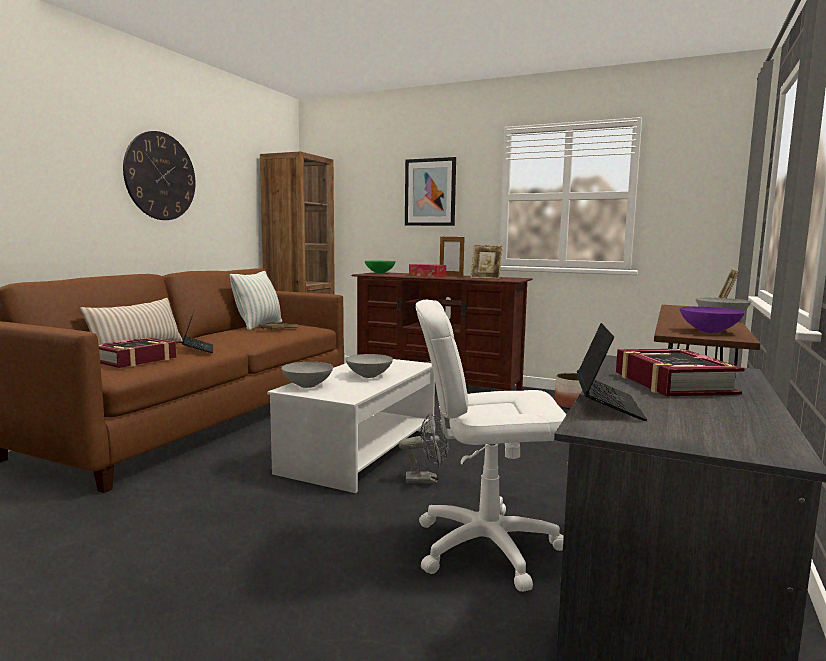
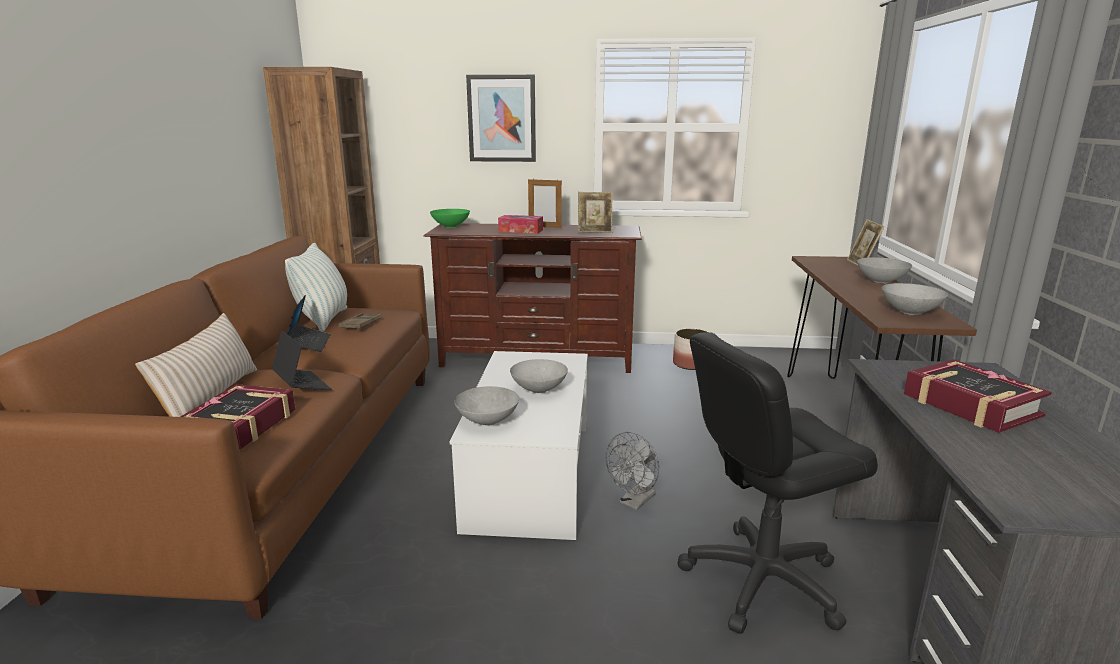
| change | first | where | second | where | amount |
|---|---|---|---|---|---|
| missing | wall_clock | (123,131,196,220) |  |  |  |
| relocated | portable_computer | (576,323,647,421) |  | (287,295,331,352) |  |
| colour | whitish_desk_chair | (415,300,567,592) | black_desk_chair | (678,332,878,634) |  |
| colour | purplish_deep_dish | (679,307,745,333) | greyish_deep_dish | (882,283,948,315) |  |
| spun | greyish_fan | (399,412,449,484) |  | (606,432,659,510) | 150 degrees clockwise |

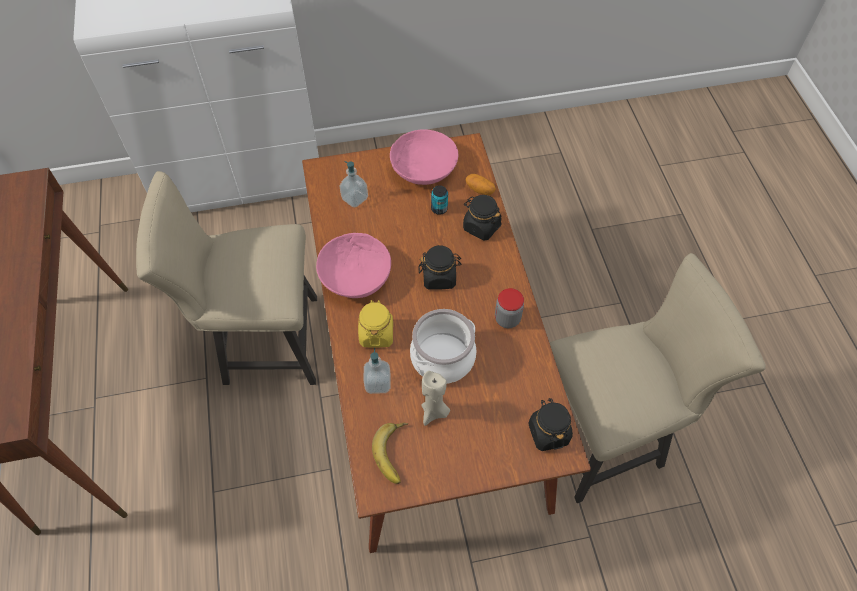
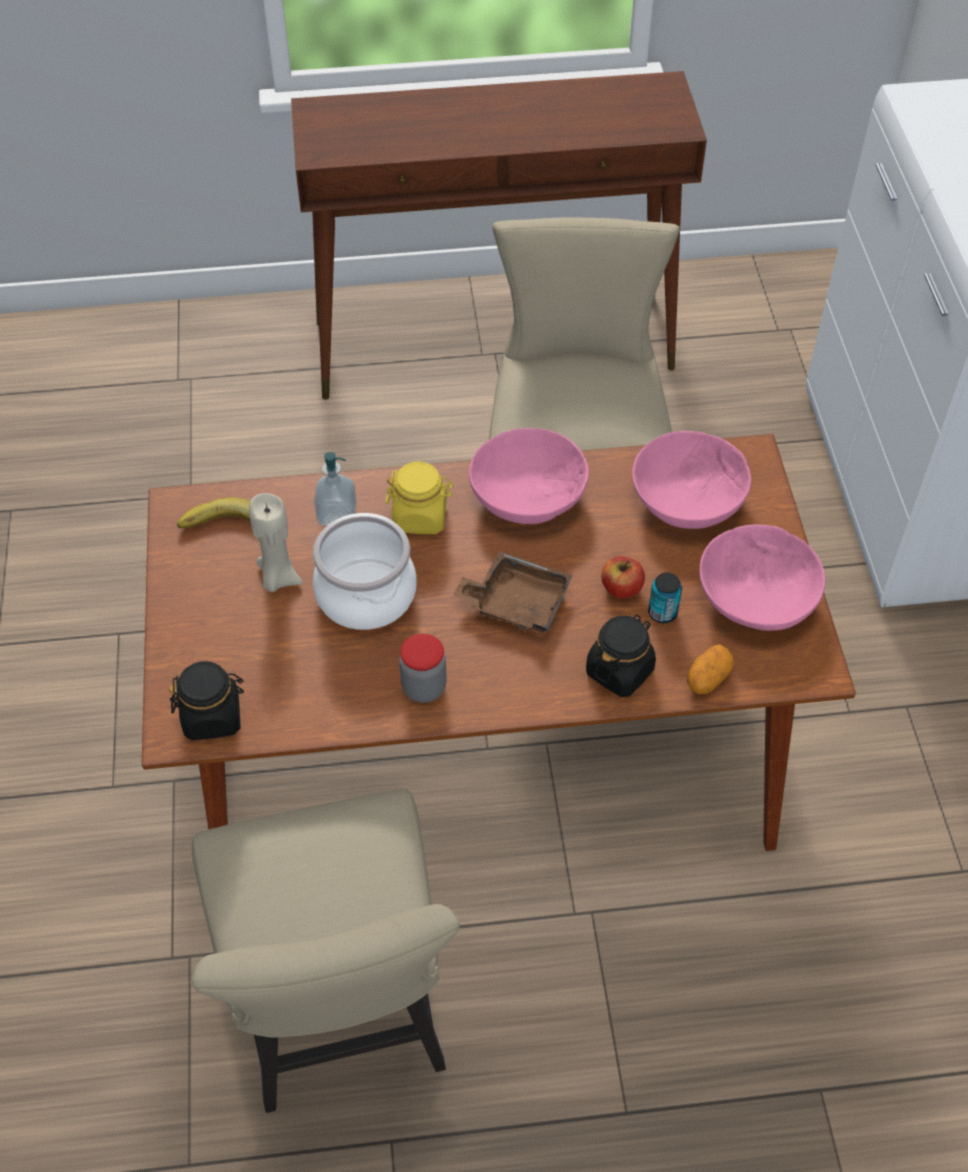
| change | first | where | second | where | amount |
|---|---|---|---|---|---|
| appeared |  |  | apple | (601,556,645,599) |  |
| exchanged | liquid_soap_bottle | (339,161,368,208) | pink_deep_dish | (632,431,751,529) |  |
| exchanged | black_preserve_jar | (418,245,462,290) | brownish_tray | (453,551,573,633) |  |

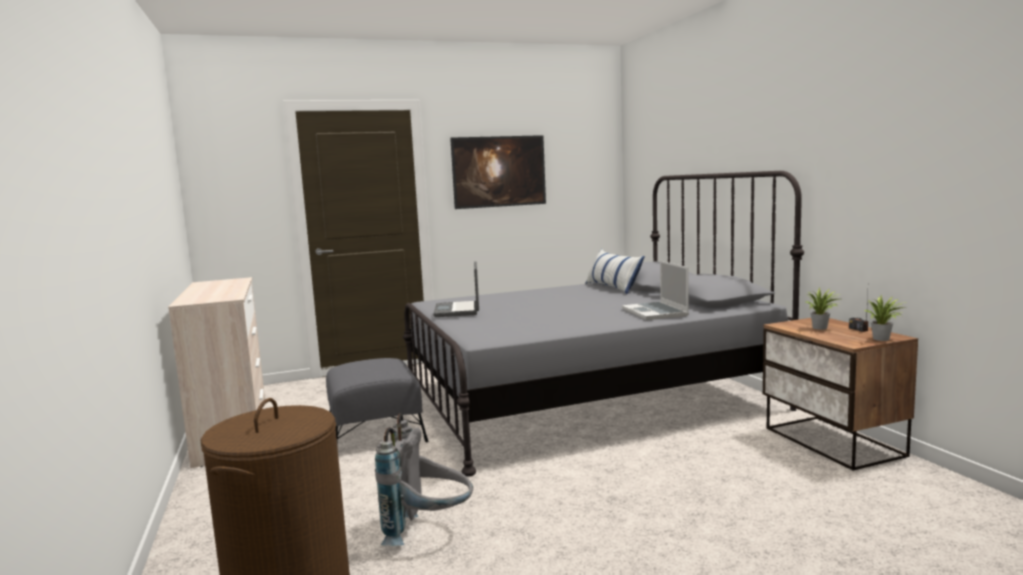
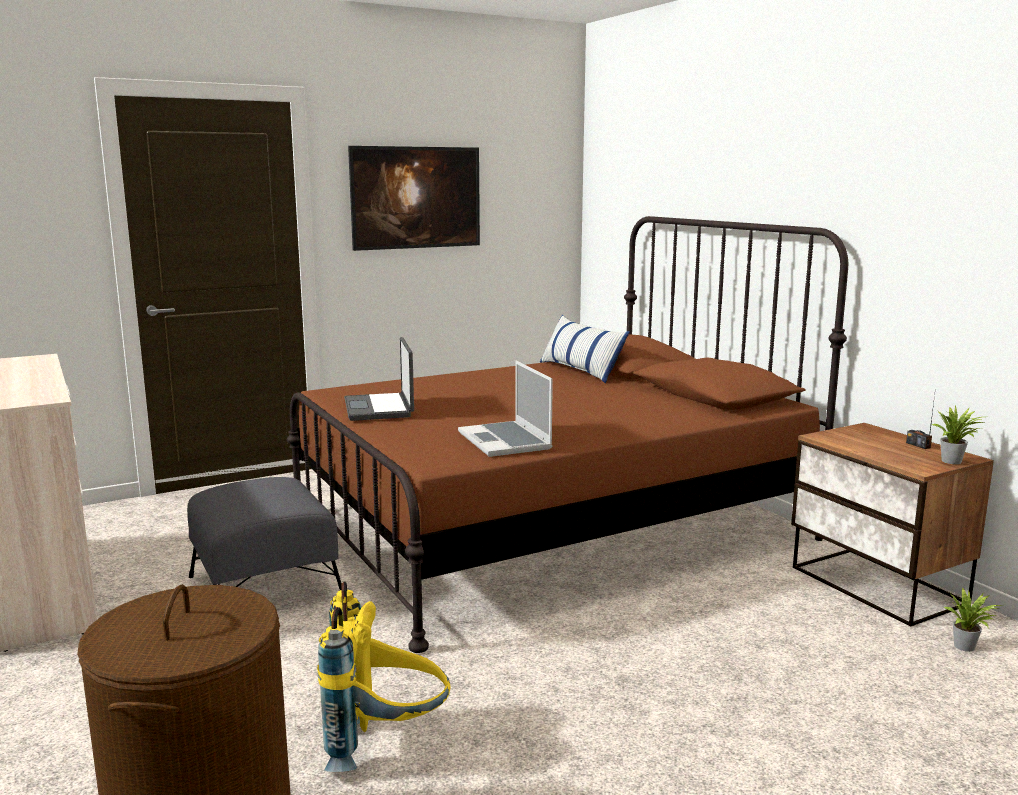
| change | first | where | second | where | amount |
|---|---|---|---|---|---|
| relocated | portable_computer | (622,260,689,320) |  | (458,360,553,457) |  |
| relocated | plant_in_a_pot | (806,287,839,330) |  | (944,587,1003,652) |  |
| colour | greyish_knapsack | (375,413,473,546) | yellowish_knapsack | (317,581,451,772) |  |
| colour | greyish_sleeping_bed | (403,171,804,476) | brownish_sleeping_bed | (287,216,848,653) |  |

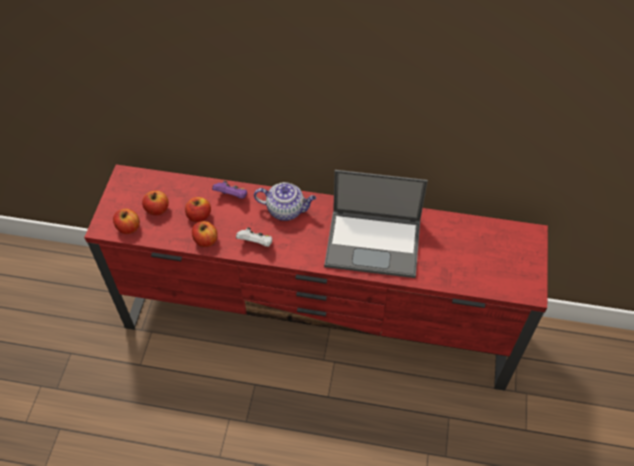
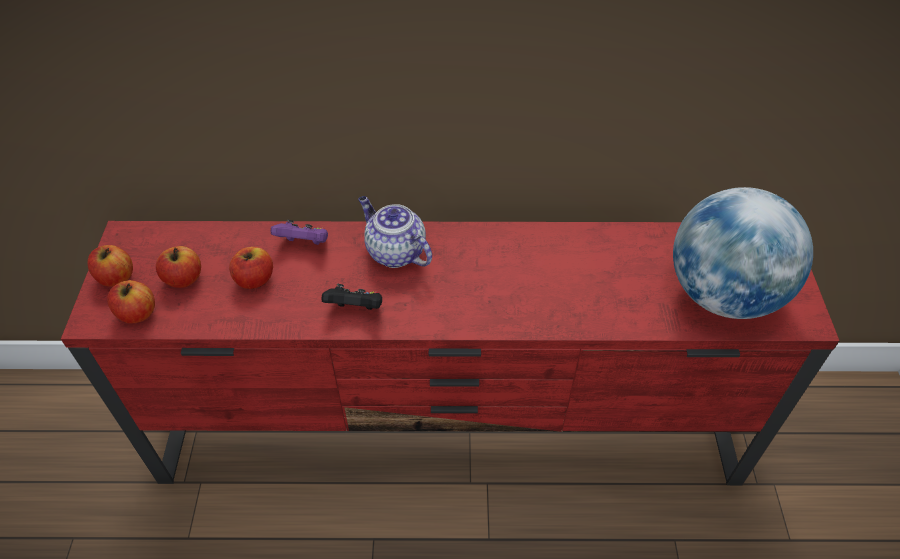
| change | first | where | second | where | amount |
|---|---|---|---|---|---|
| missing | portable_computer | (324,170,428,278) |  |  |  |
| appeared |  |  | desk_globe | (673,187,813,319) |  |
| relocated | apple | (192,221,218,247) |  | (87,245,133,287) |  |
| colour | whitish_joypad | (236,227,272,247) | black_joypad | (322,284,382,310) |  |
| spun | tea_pot | (254,182,316,221) |  | (358,196,432,268) | 135 degrees counterclockwise |

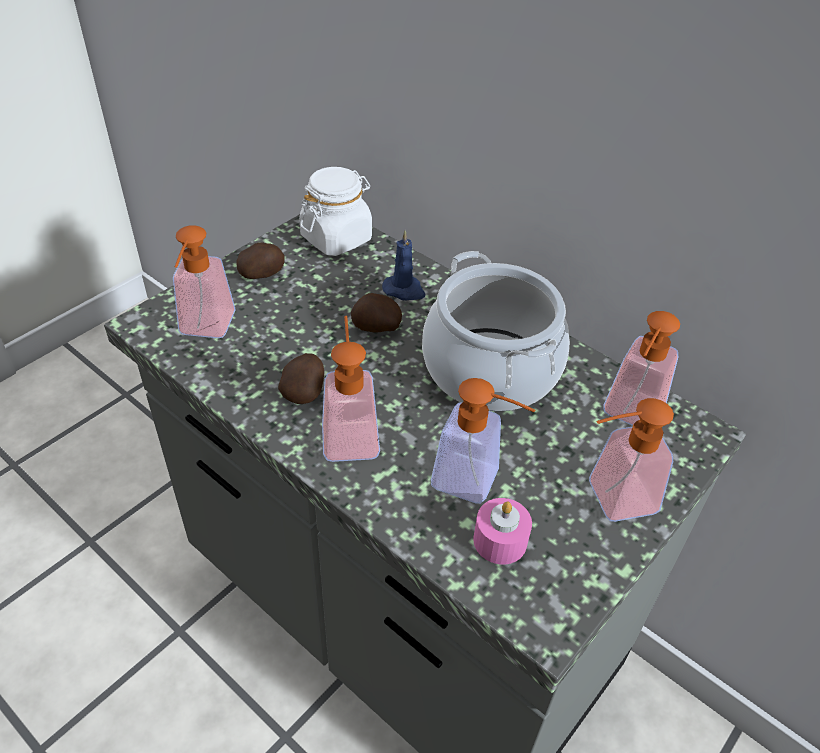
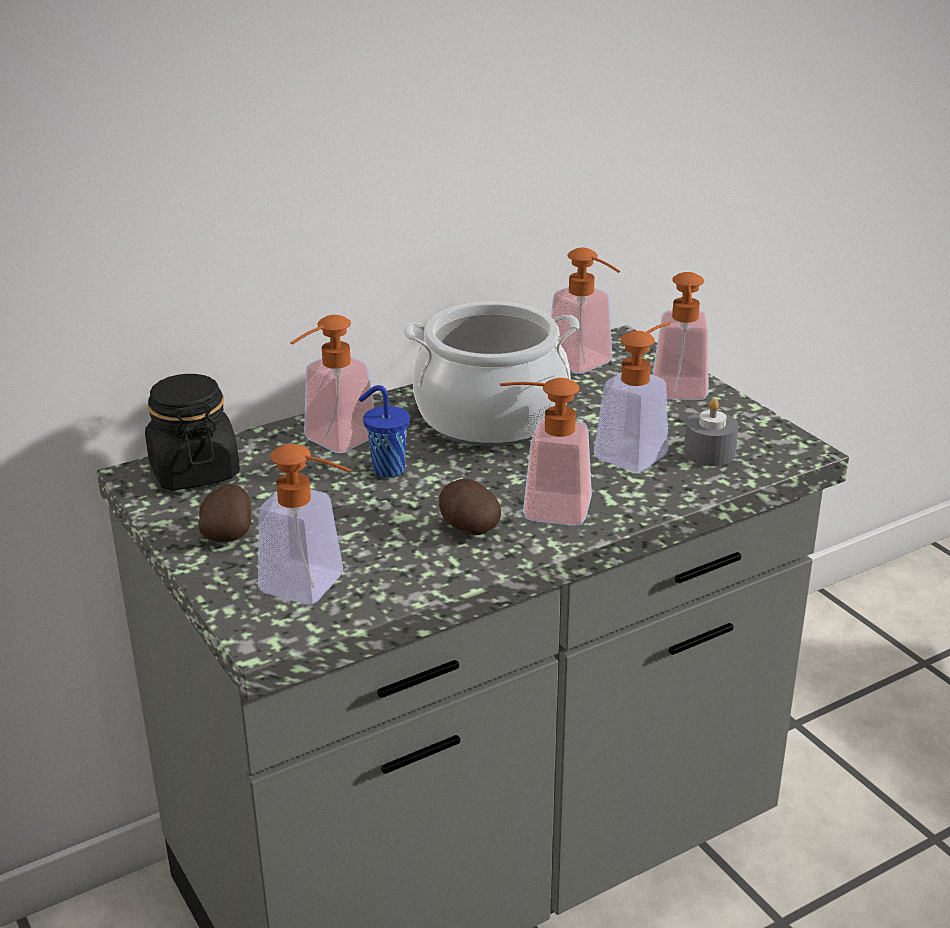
| change | first | where | second | where | amount |
|---|---|---|---|---|---|
| exchanged | potato | (351,293,402,333) | blue-coloured_small_cup | (359,385,410,478) |  |
| exchanged | blue-coloured_wax_candle | (382,230,425,300) | liquid_soap_bottle | (290,315,374,453) |  |
| colour | whitish_preserve_jar | (299,167,372,256) | black_preserve_jar | (145,374,240,491) |  |
| colour | pink_wax_candle | (473,498,532,564) | greyish_wax_candle | (684,398,739,466) |  |

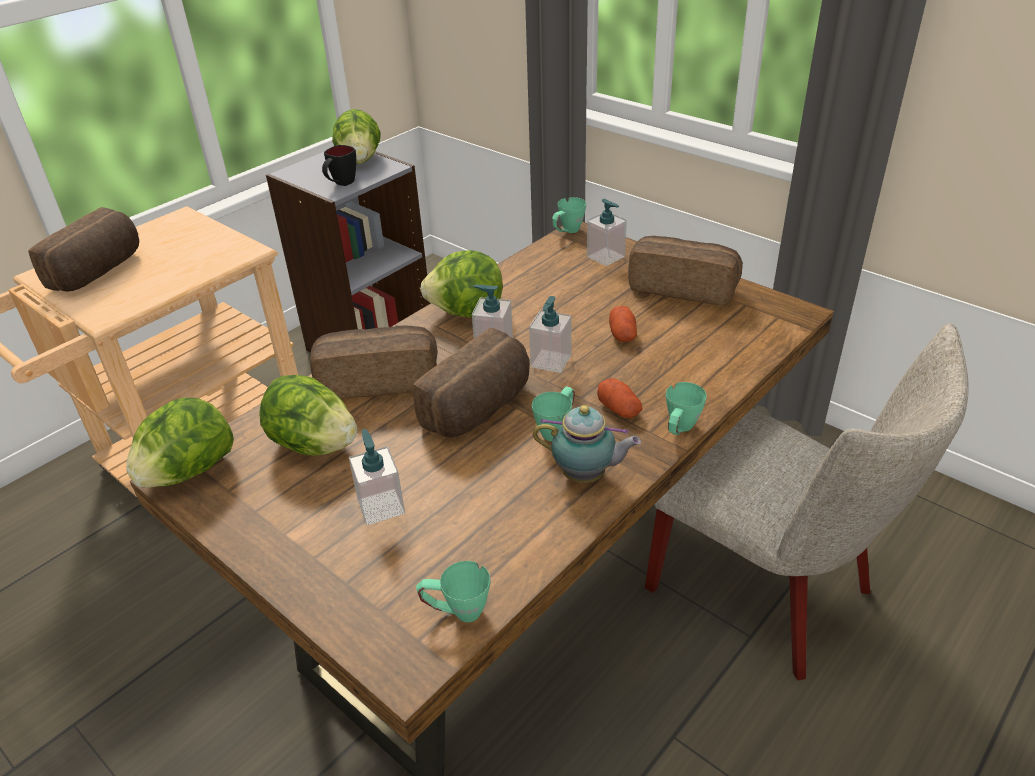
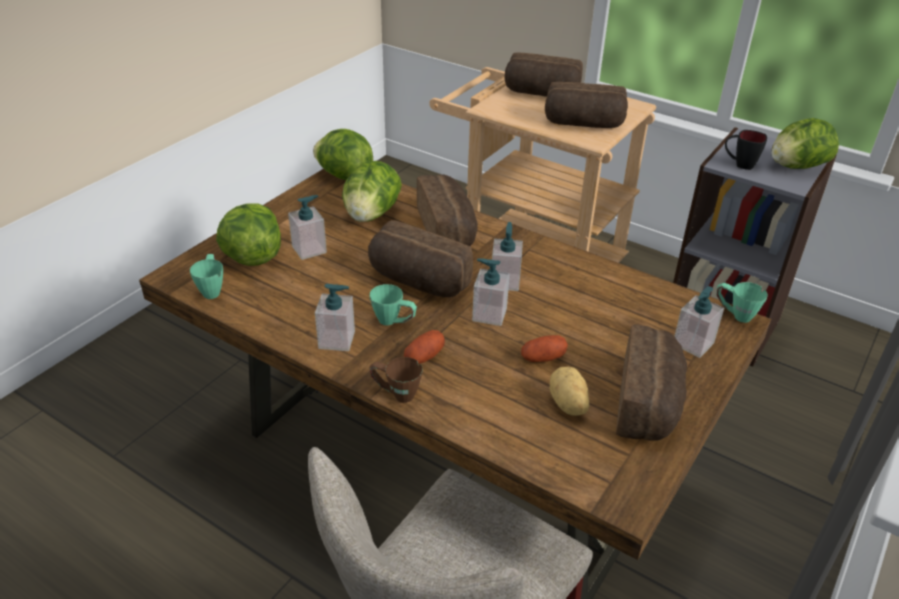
| change | first | where | second | where | amount |
|---|---|---|---|---|---|
| appeared |  |  | baked_bread | (545,82,628,128) |  |
| appeared |  |  | potato | (549,366,589,416) |  |
| relocated | lettuce | (420,250,503,318) |  | (216,203,281,266) |  |
| exchanged | tea_pot | (533,405,641,483) | liquid_soap_bottle | (315,284,355,351) |  |
| colour | greenish_tea_mug | (666,382,707,435) | brownish_tea_mug | (370,357,423,403) |  |

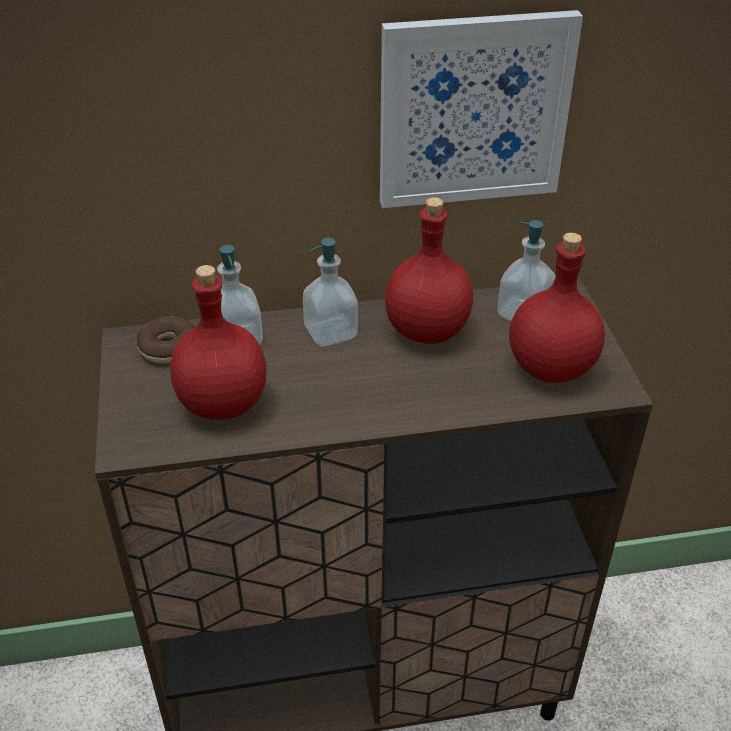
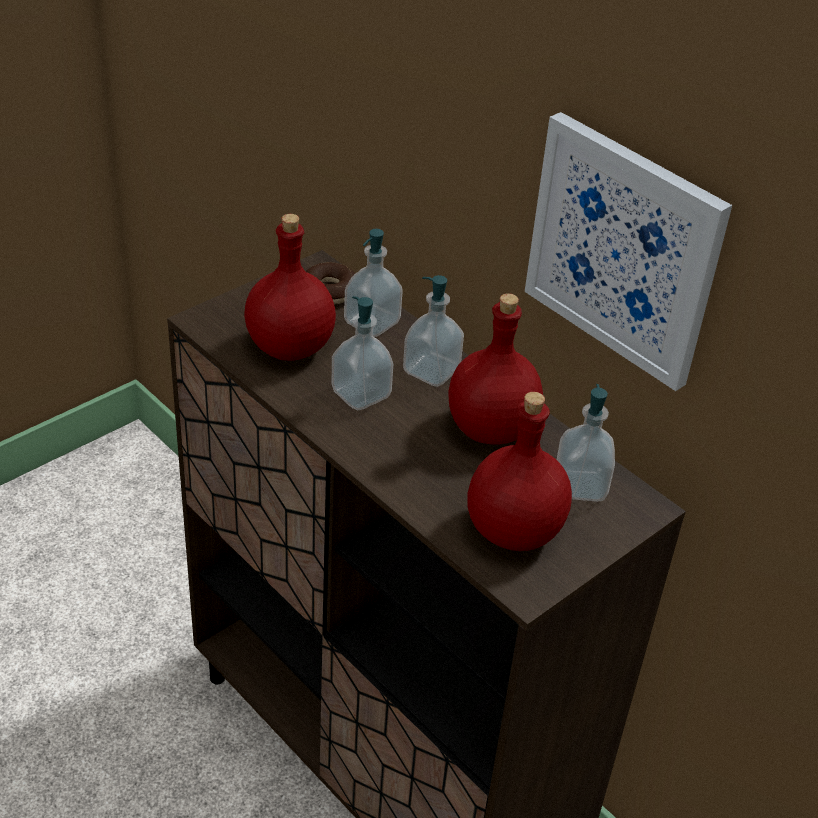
| change | first | where | second | where | amount |
|---|---|---|---|---|---|
| appeared |  |  | liquid_soap_bottle | (332,296,393,410) |  |

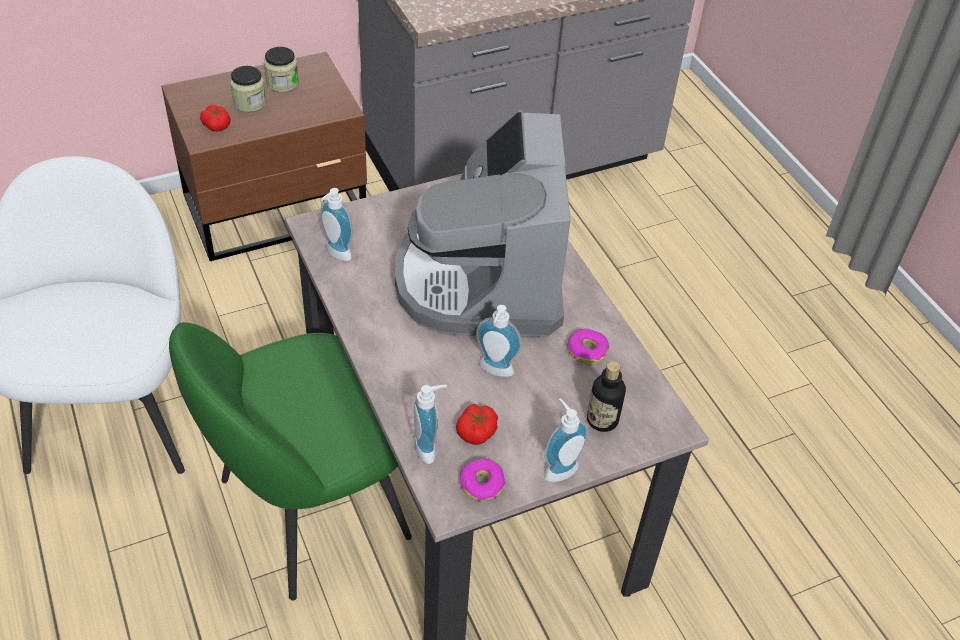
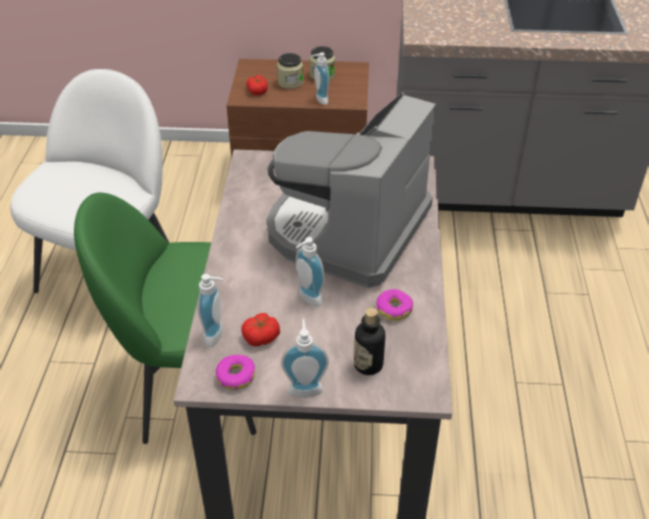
| change | first | where | second | where | amount |
|---|---|---|---|---|---|
| relocated | liquid_soap_bottle | (320,188,353,261) |  | (312,52,329,105) |  |

